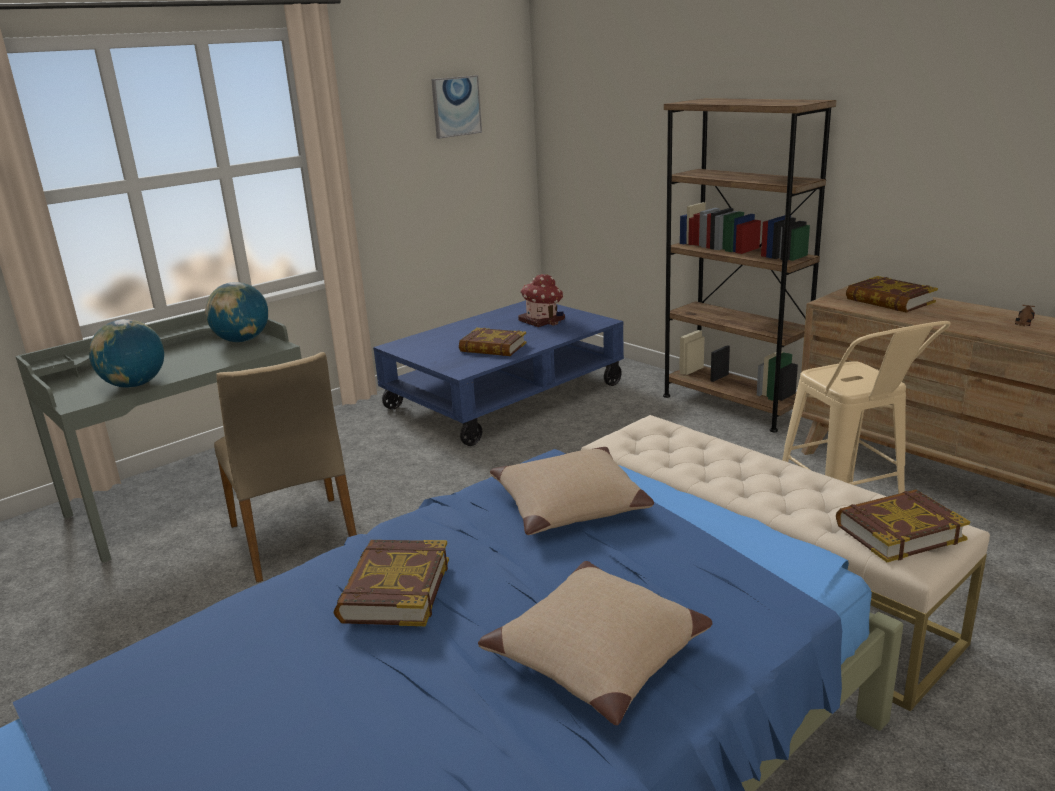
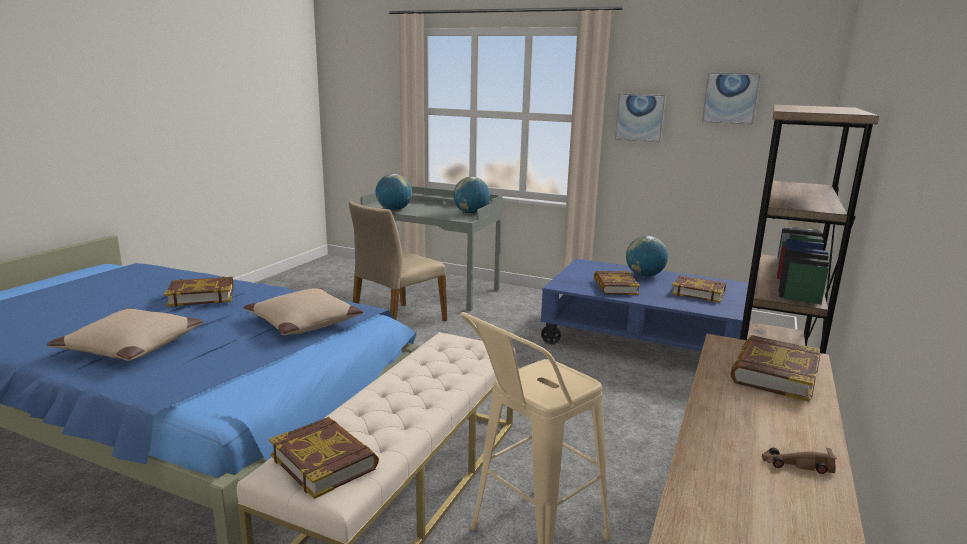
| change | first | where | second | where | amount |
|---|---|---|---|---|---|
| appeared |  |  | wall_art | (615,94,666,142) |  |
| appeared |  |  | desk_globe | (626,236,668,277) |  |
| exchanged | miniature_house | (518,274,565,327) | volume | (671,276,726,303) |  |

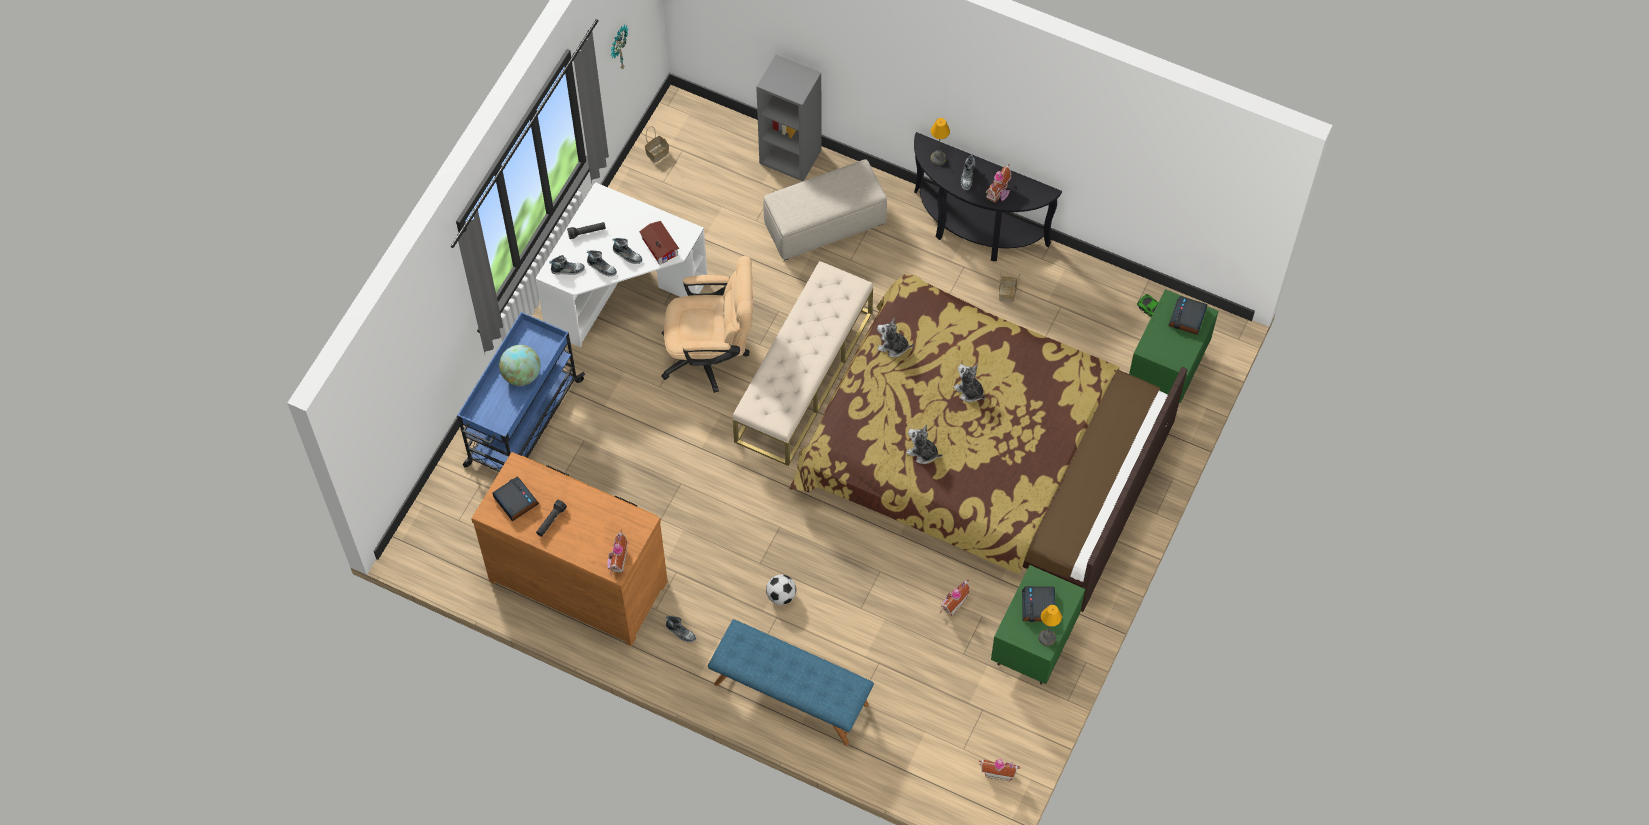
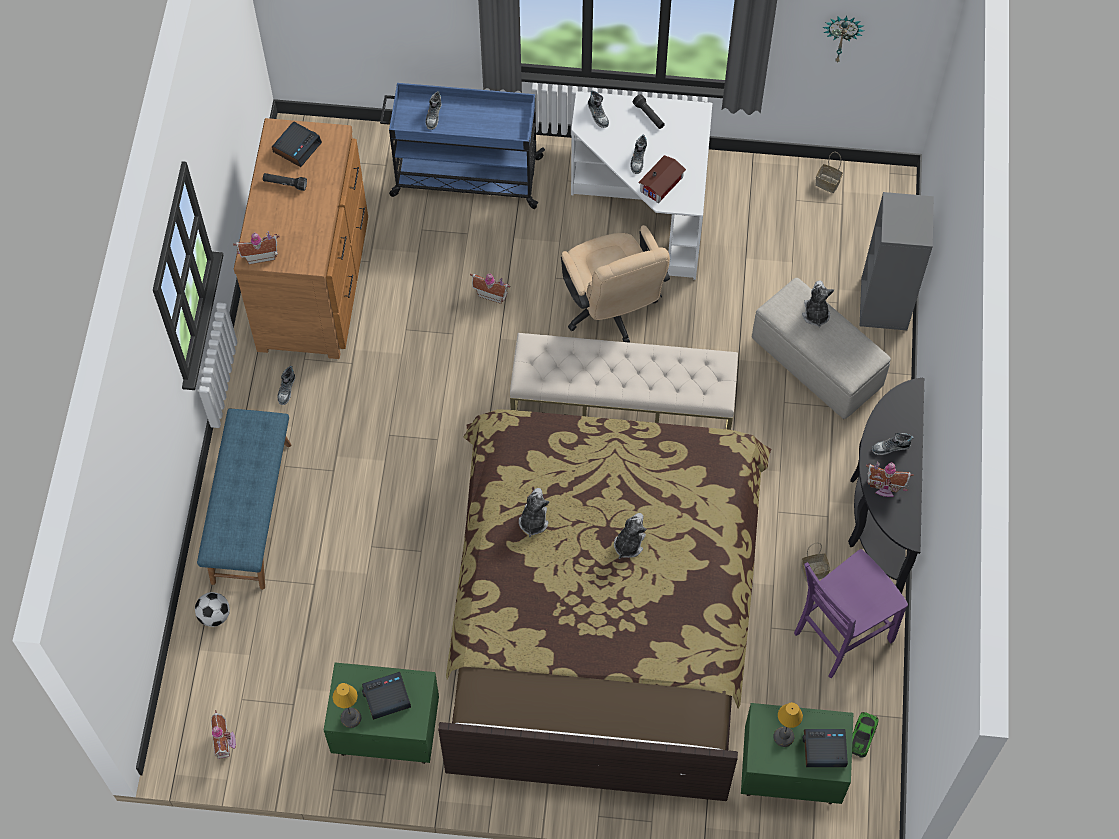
| change | first | where | second | where | amount |
|---|---|---|---|---|---|
| missing | desk_globe | (499,345,541,386) |  |  |  |
| appeared |  |  | purplish_upright_chair | (794,549,908,678) |  |
| relocated | low_shoe | (587,250,617,276) |  | (425,91,442,130) |  |
| relocated | ball_for_football | (766,575,796,605) |  | (195,592,230,627) |  |
| relocated | plush_toy | (877,318,914,357) |  | (802,280,834,328) |  |
| relocated | table_lamp | (930,118,950,166) |  | (773,702,803,747) |  |
| relocated | miniature_house | (940,579,970,616) |  | (470,274,511,304) |  |

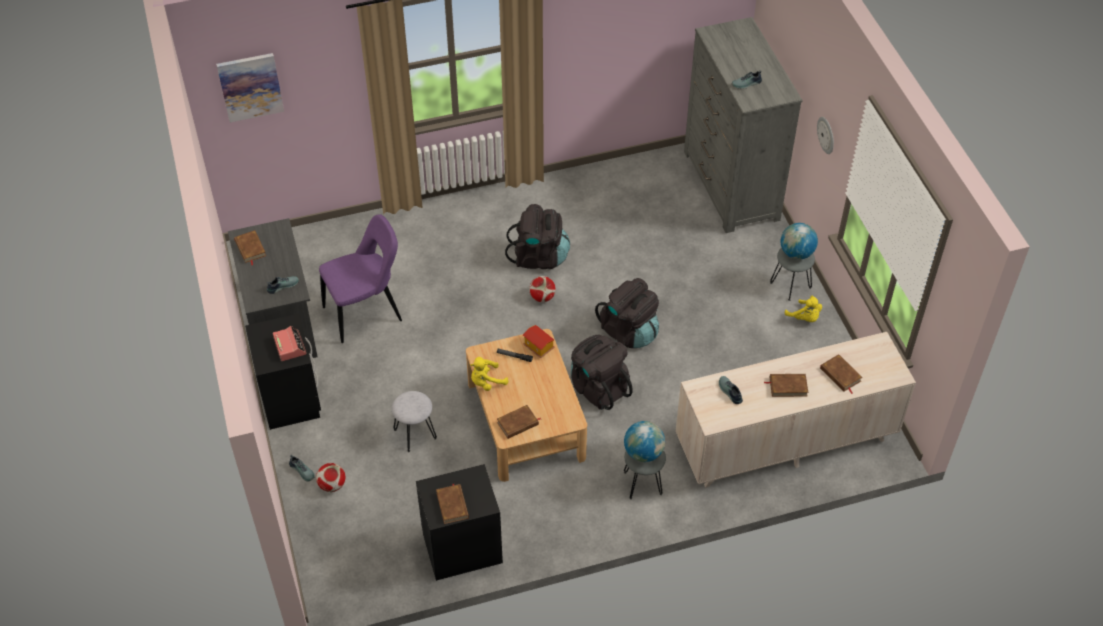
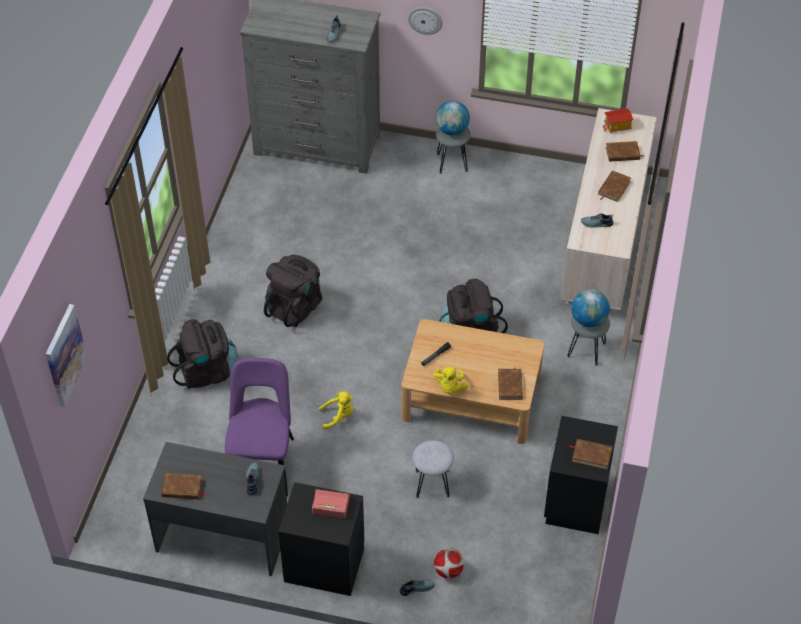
| change | first | where | second | where | amount |
|---|---|---|---|---|---|
| missing | ball_for_football | (529,276,556,302) |  |  |  |
| relocated | miniature_house | (523,325,555,358) |  | (603,108,633,133) |  |
| relocated | black_knapsack | (595,278,659,348) |  | (167,319,238,389) |  |
| relocated | yellowish_plush_toy | (785,296,822,322) |  | (319,392,353,429) |  |

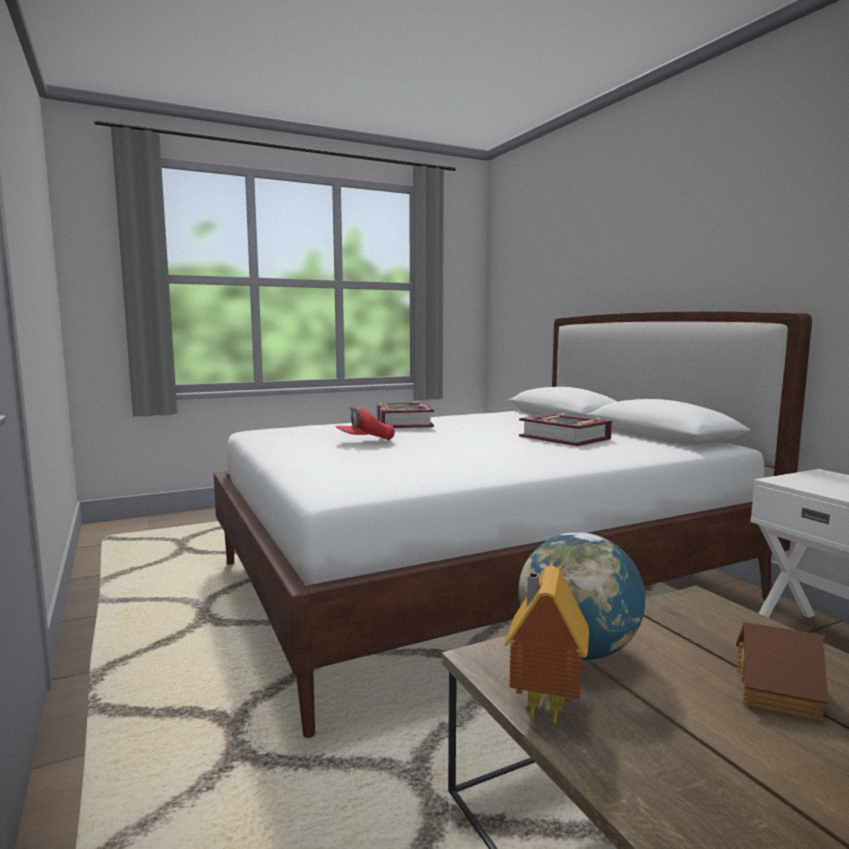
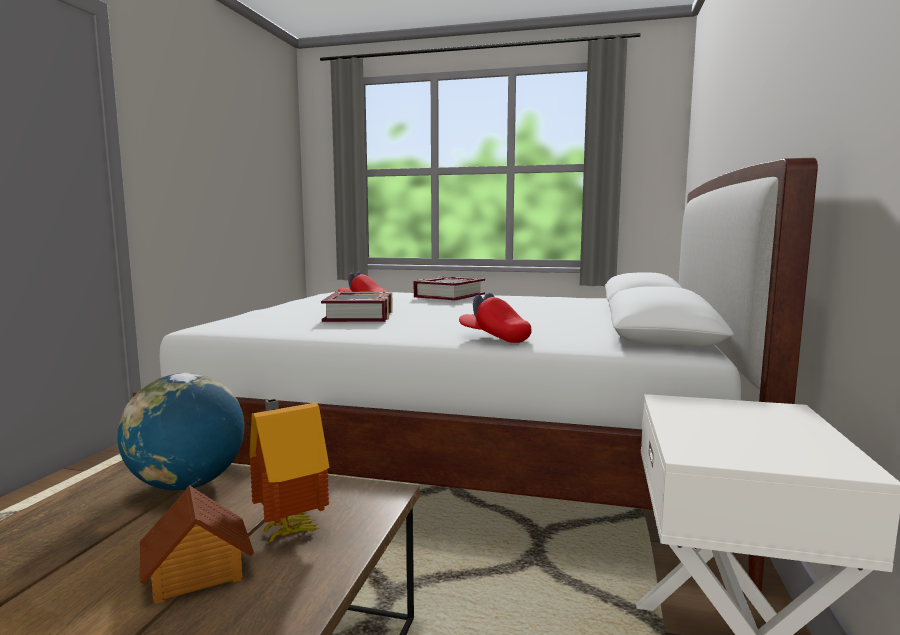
| change | first | where | second | where | amount |
|---|---|---|---|---|---|
| appeared |  |  | red-coloured_peaked_cap | (459,293,532,343) |  |
| relocated | miniature_house | (505,566,589,728) |  | (249,399,330,543) |  |
| relocated | volume | (519,413,612,446) |  | (321,291,393,322) |  |

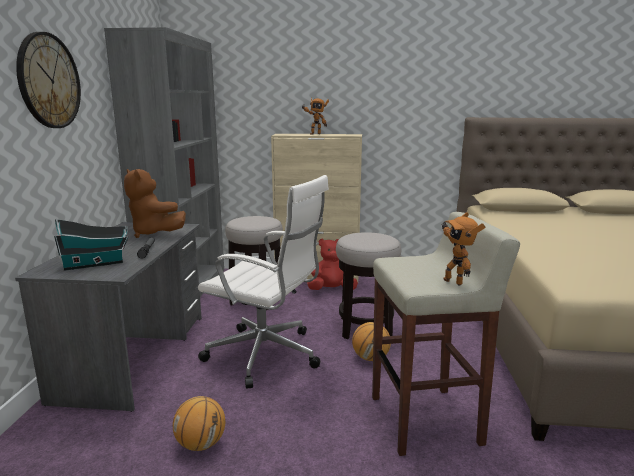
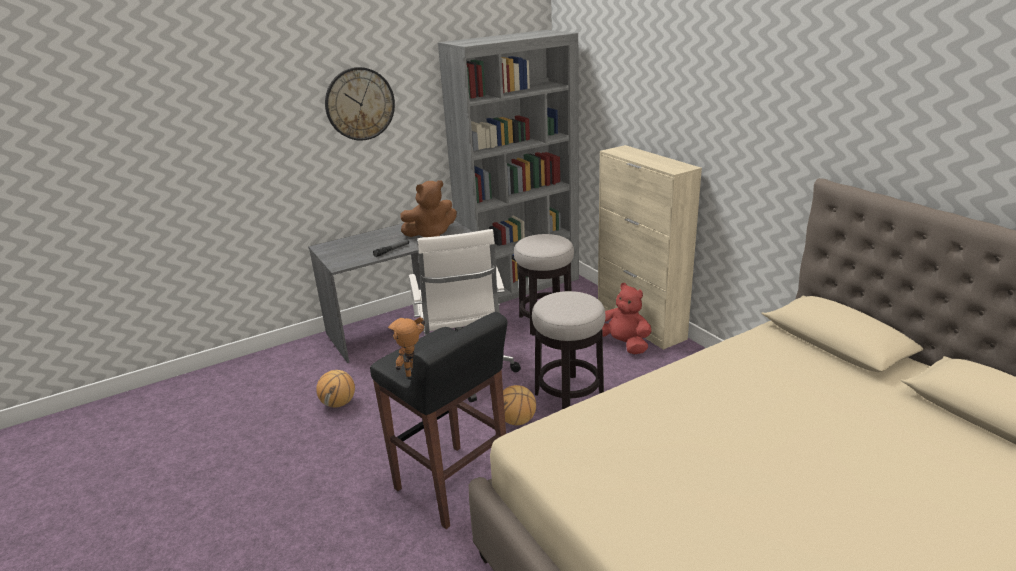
| change | first | where | second | where | amount |
|---|---|---|---|---|---|
| missing | miniature_house | (54,219,129,271) |  |  |  |
| missing | model_robot | (301,98,329,134) |  |  |  |
| colour | beige_stool_seat | (372,212,520,456) | black_stool_seat | (370,312,507,529) |  |
| spun | brownish_plush_toy | (124,169,186,238) |  | (400,180,457,237) | 120 degrees counterclockwise |

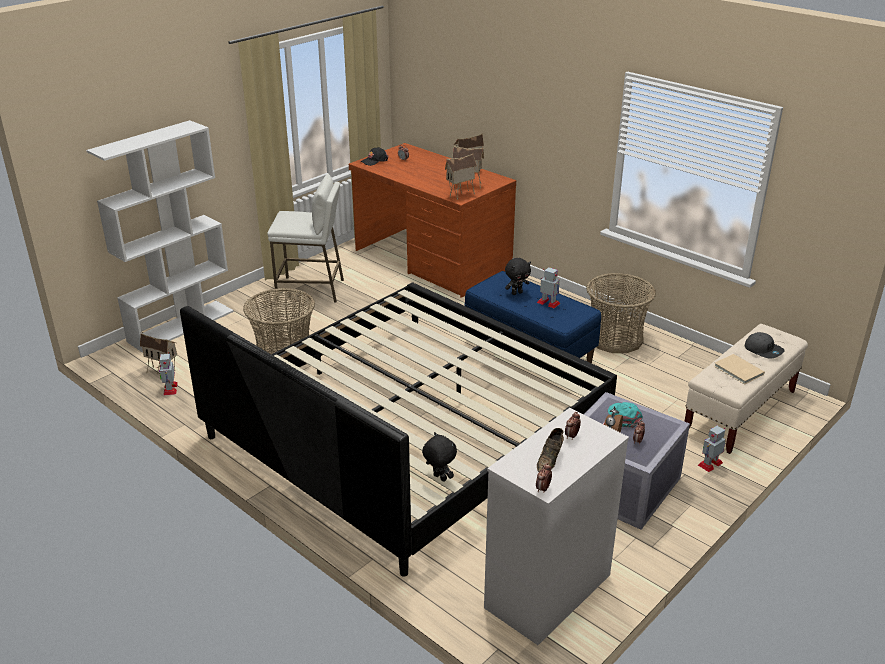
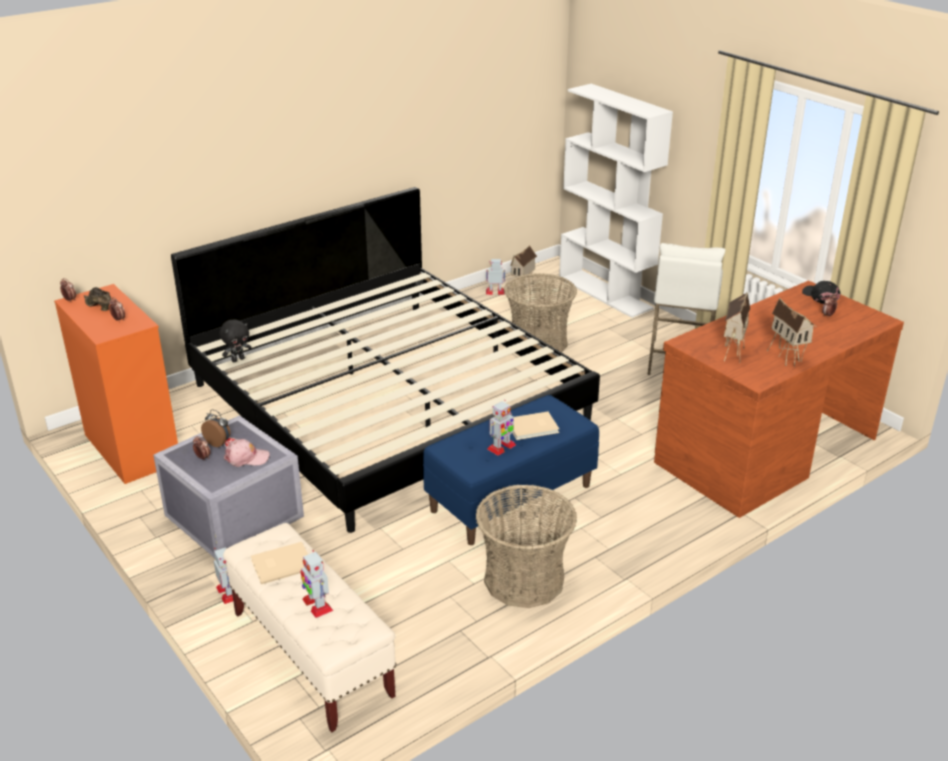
| change | first | where | second | where | amount |
|---|---|---|---|---|---|
| missing | miniature_house | (445,154,477,200) |  |  |  |
| exchanged | black_plush_toy | (505,258,531,295) | beige_volume | (513,411,559,440) |  |
| exchanged | greyish_peaked_cap | (745,332,785,358) | model_robot | (301,550,333,618) |  |
| colour | whitish_drawer_chest | (484,408,629,645) | orange_drawer_chest | (54,284,178,484) |  |
| colour | turquoise_peaked_cap | (608,402,643,428) | pink_peaked_cap | (224,439,270,467) |  |

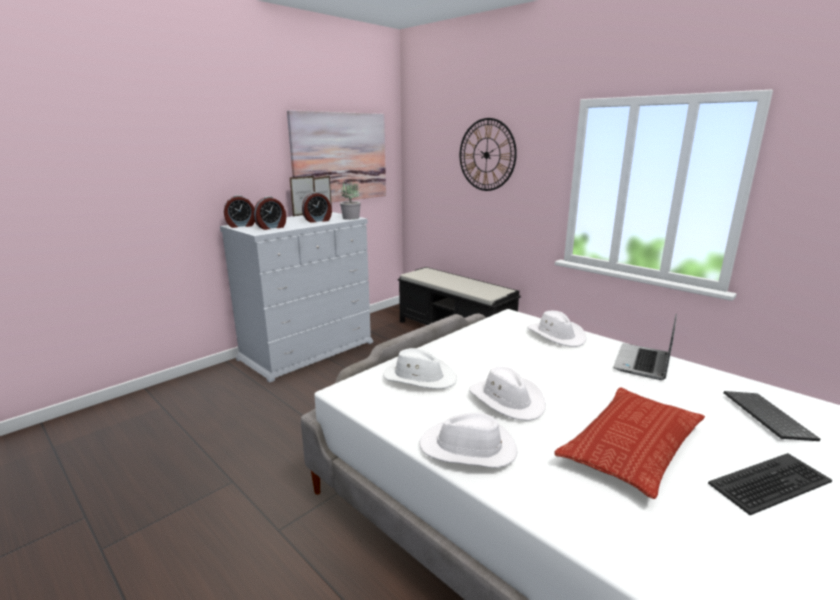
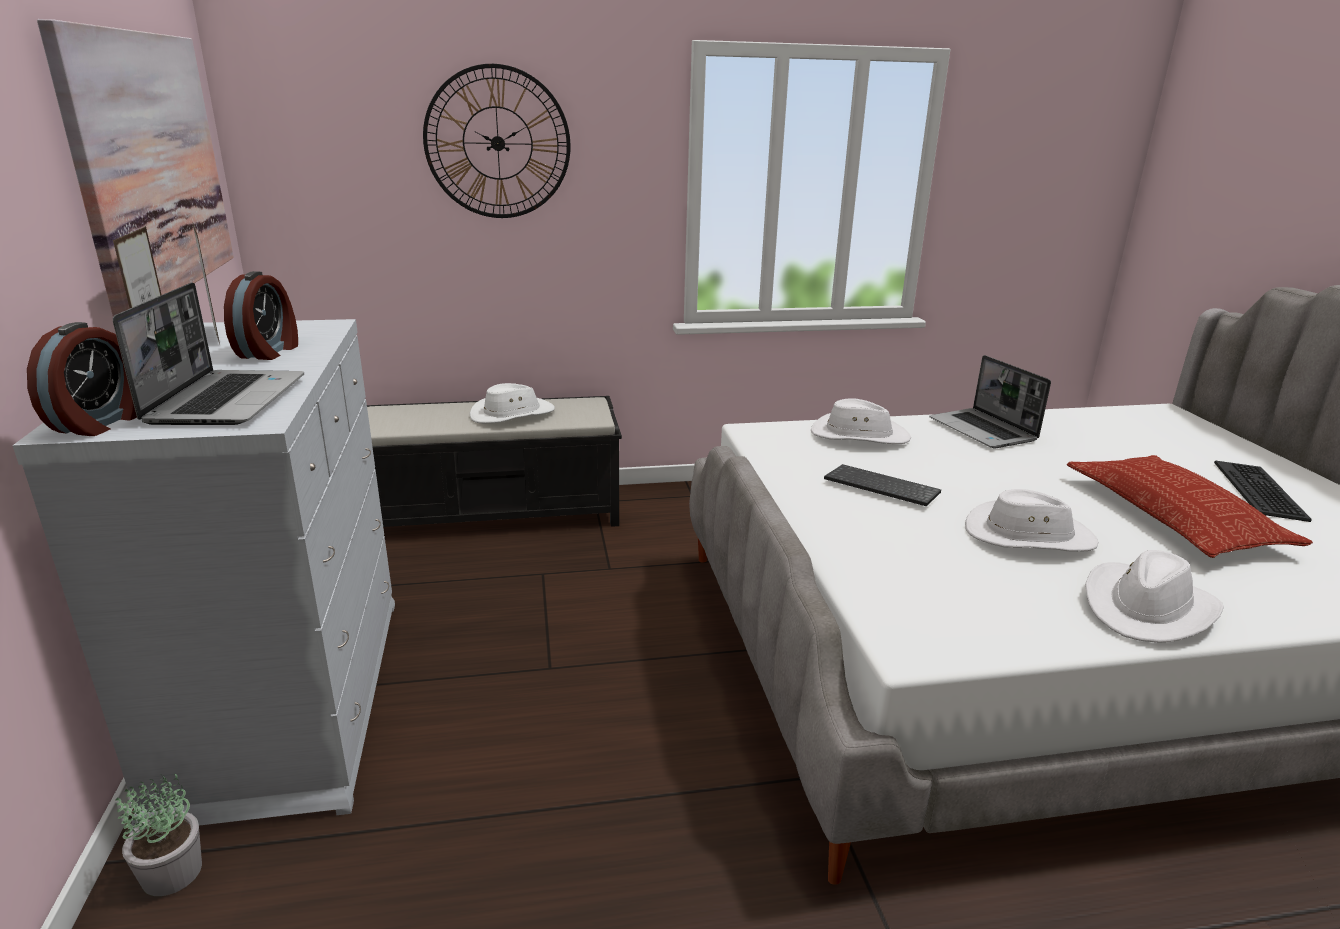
| change | first | where | second | where | amount |
|---|---|---|---|---|---|
| relocated | plant_in_a_pot | (340,182,361,220) |  | (116,774,202,896) |  |
| relocated | whitish_clothing_hat | (383,348,457,389) |  | (470,383,555,423) |  |
| relocated | computer_keyboard | (724,391,820,441) |  | (824,464,941,506) |  |
| exchanged | alarm_clock | (253,196,286,230) | portable_computer | (113,282,304,425) |  |

